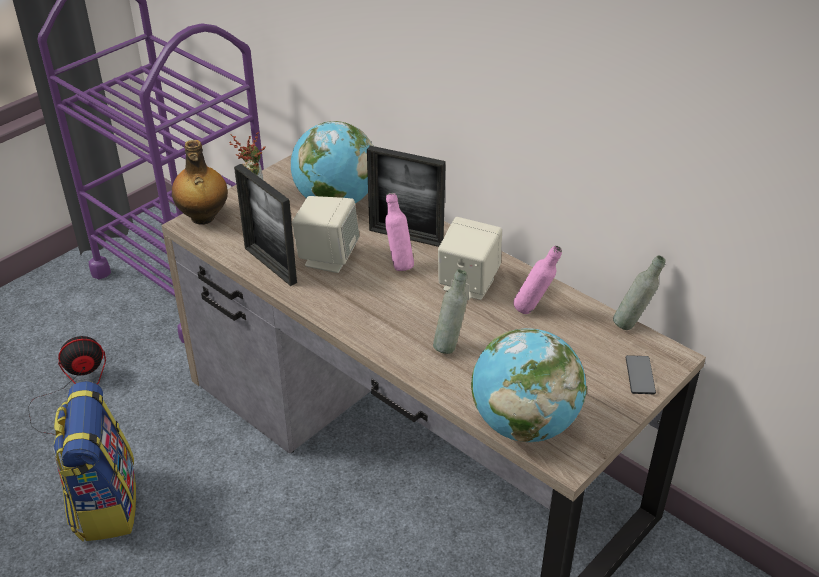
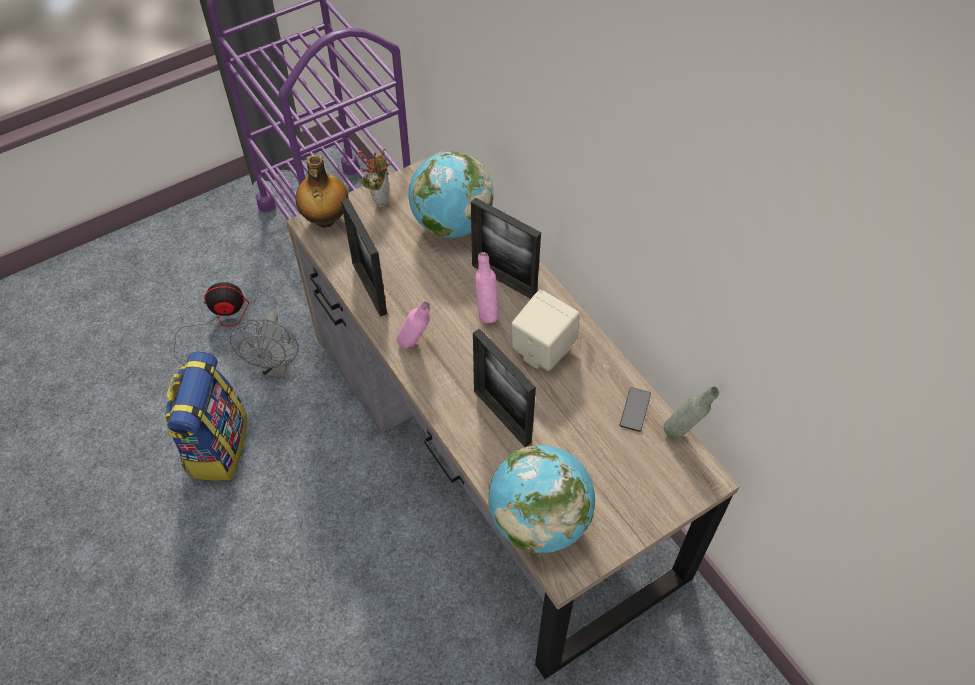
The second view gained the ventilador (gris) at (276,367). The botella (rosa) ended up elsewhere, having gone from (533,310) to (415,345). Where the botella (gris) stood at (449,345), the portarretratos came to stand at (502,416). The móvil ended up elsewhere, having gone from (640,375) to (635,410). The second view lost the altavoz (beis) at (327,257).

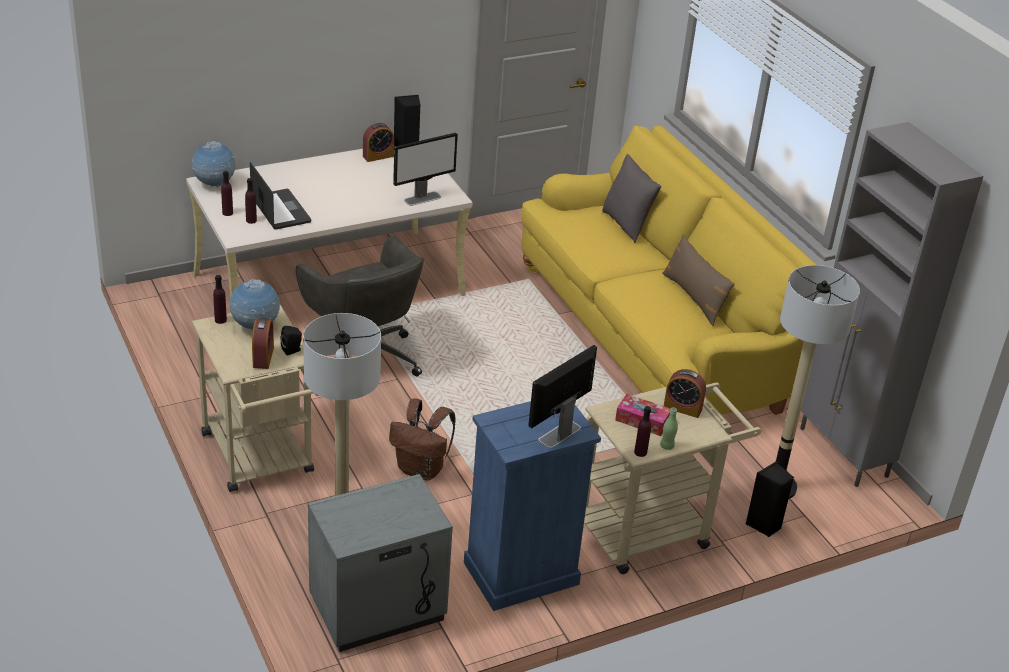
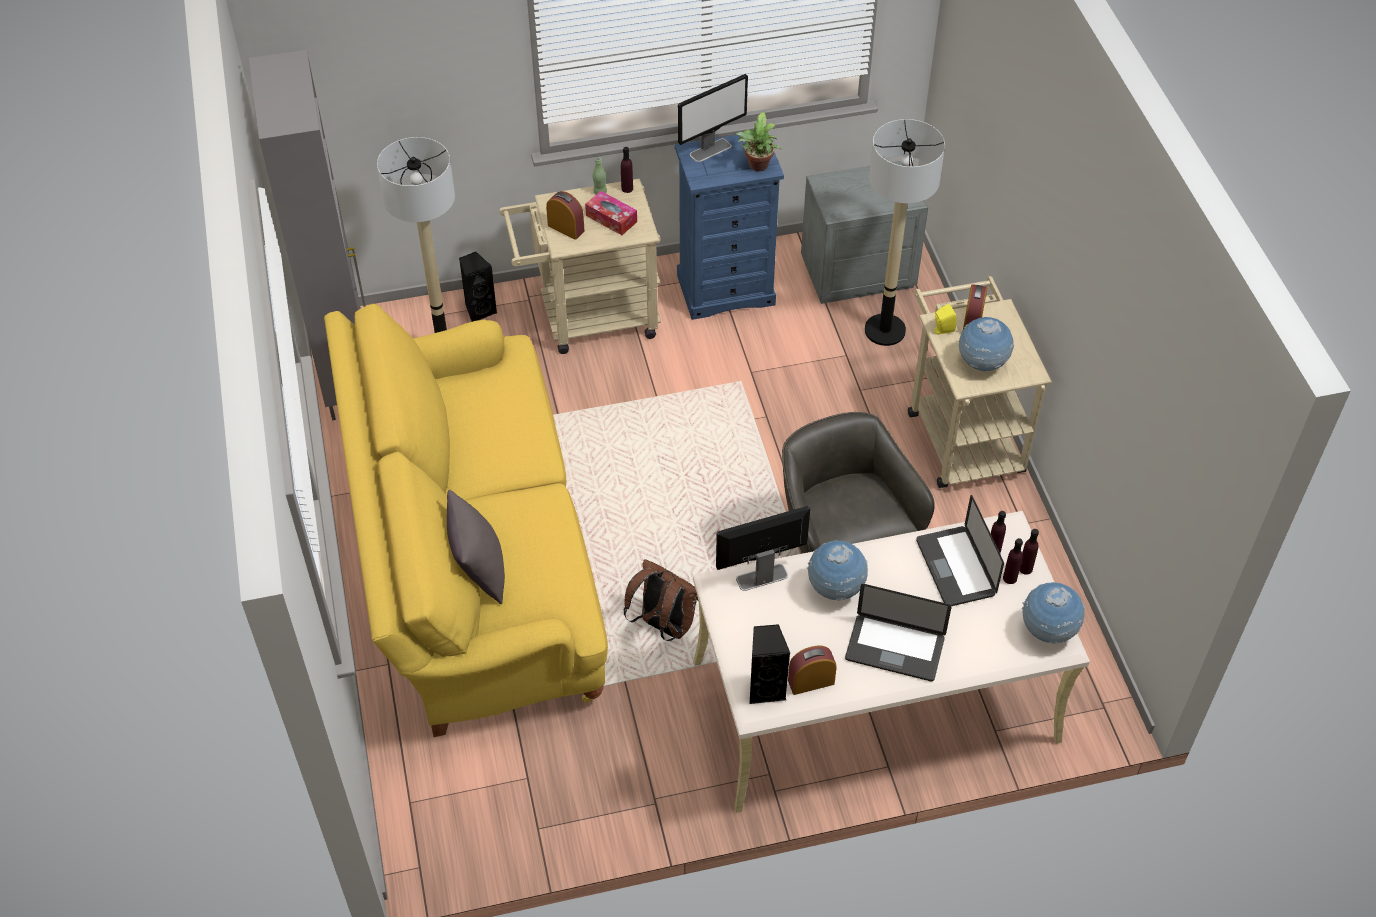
The mochila (marrón) ended up elsewhere, having gone from (422,469) to (664,625). The second view gained the planta en maceta at (757,167). The second view gained the globo terráqueo at (835,589). The second view gained the portátil at (894,649). What was the altavoz (negro) at (292,350) turned into the altavoz (amarillo) at (942,330). The botella (morado) ended up elsewhere, having gone from (220,320) to (1010,578). The second view lost the cojín (marrón) at (694,297).

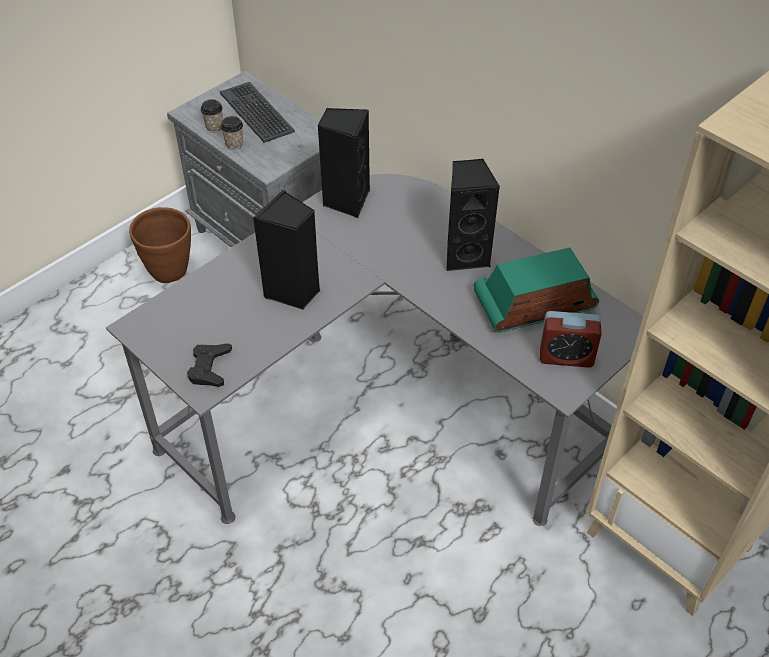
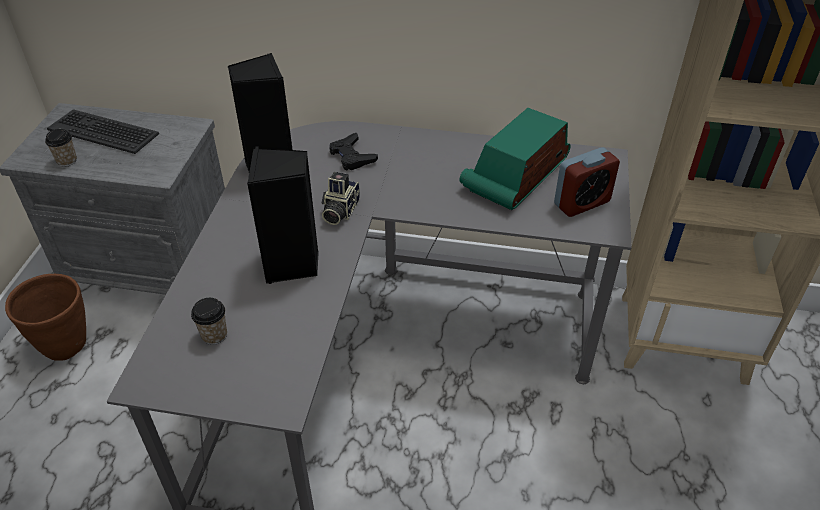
The taza ended up elsewhere, having gone from (234,144) to (214,335). The second view gained the cámara at (339,211). The mando de consola (negro) ended up elsewhere, having gone from (209,368) to (352,156). The second view lost the altavoz (negro) at (465,255).

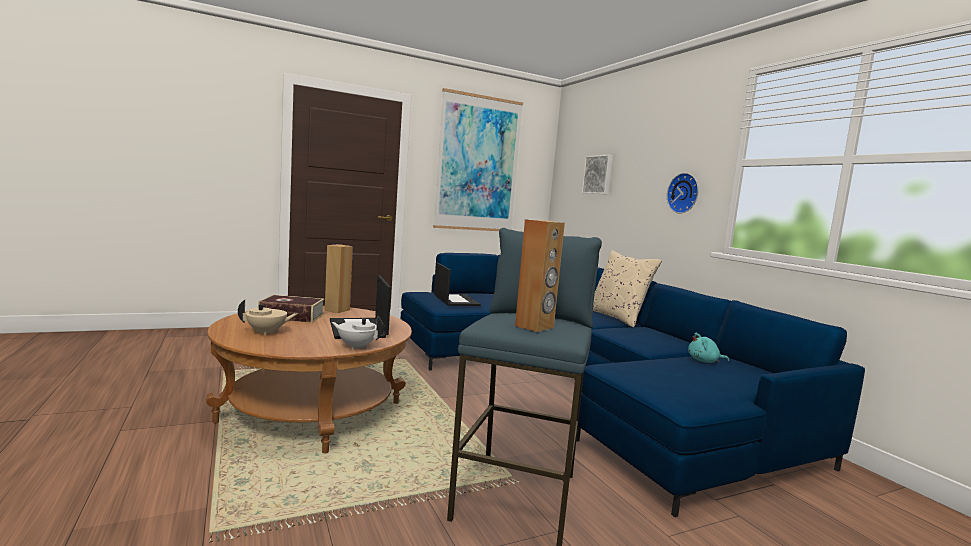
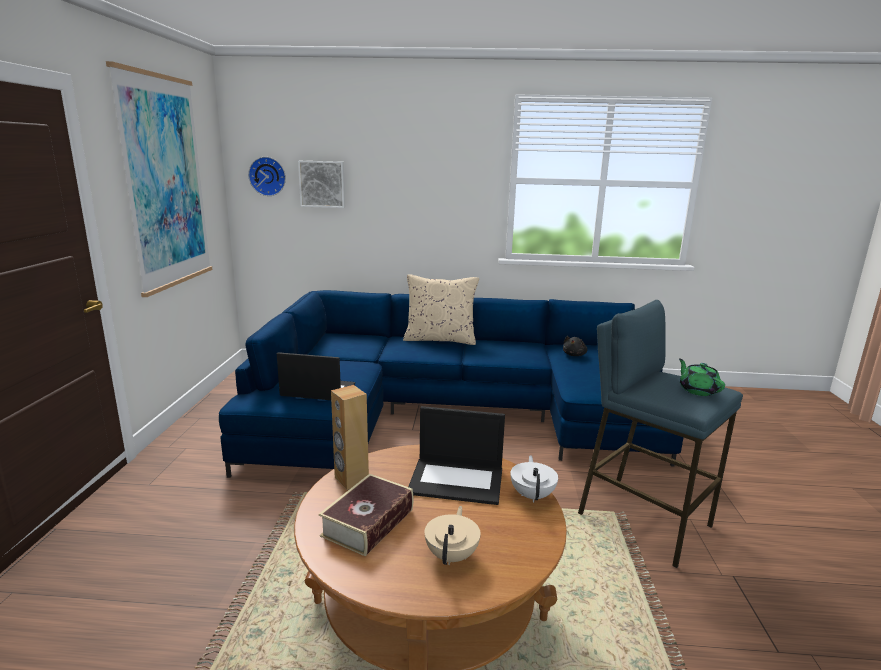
The reloj de pared ended up elsewhere, having gone from (684,193) to (268,176). The tetera (blanco) at (356,346) ended up facing another way, 135 degrees clockwise from before. What was the peluche (turquesa) at (704,361) turned into the peluche (negro) at (574,355). Where the altavoz (marrón) stood at (534,327), the tetera (verde) came to stand at (698,390).

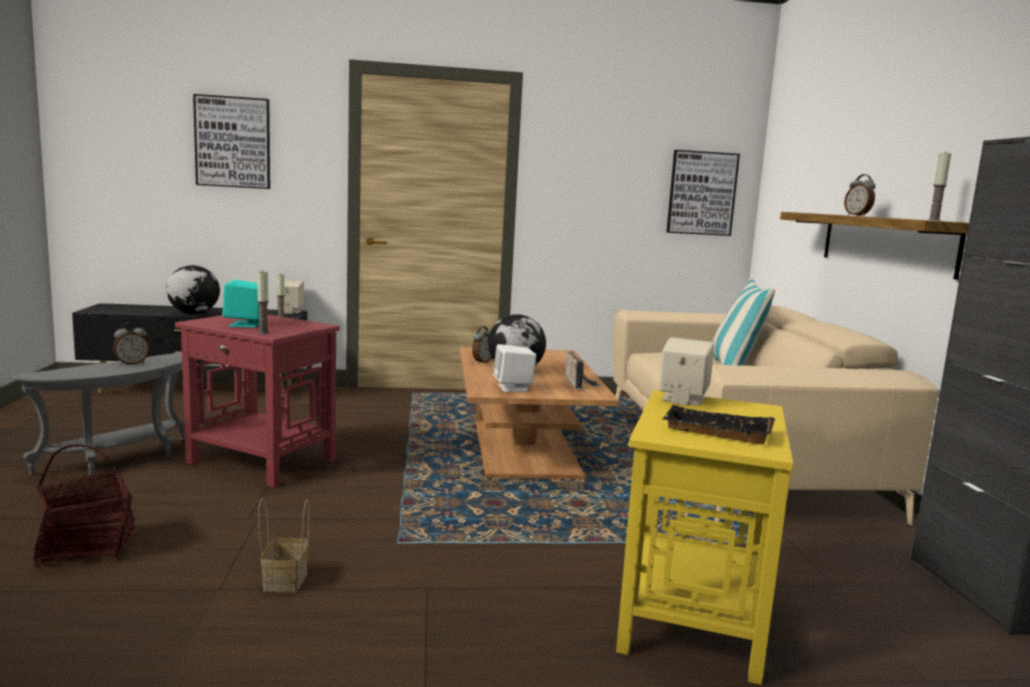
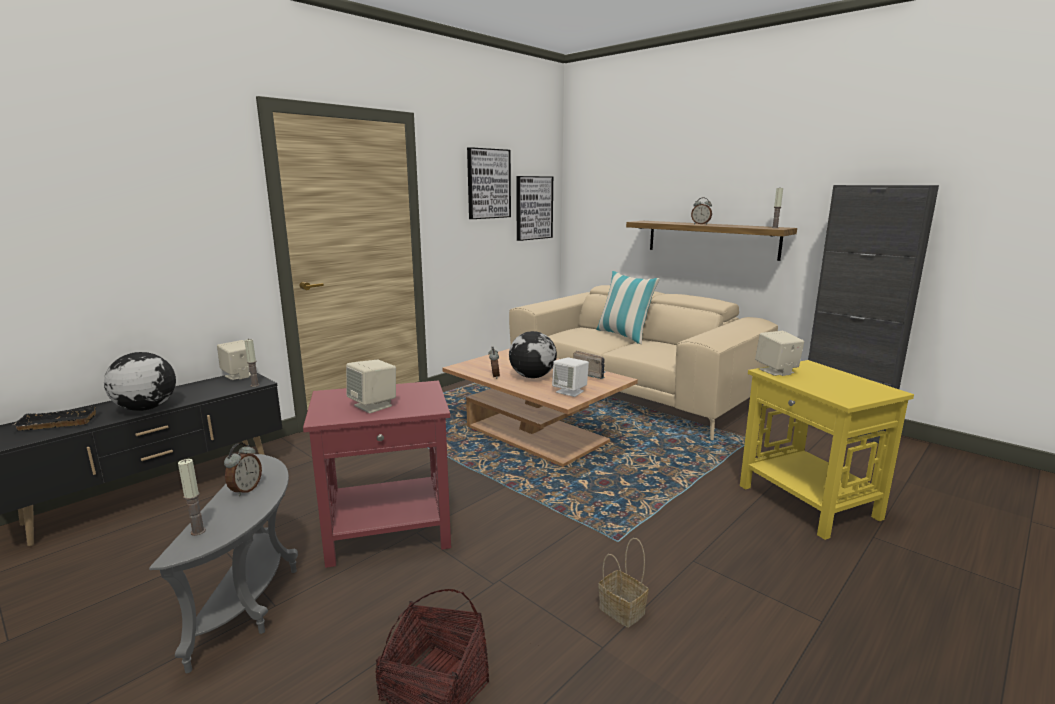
The bandeja (negro) ended up elsewhere, having gone from (715,432) to (56,424). The vela ended up elsewhere, having gone from (263,333) to (198,531). What was the altavoz (turquesa) at (246,324) turned into the altavoz (beis) at (373,405). The cuadro ended up elsewhere, having gone from (233,142) to (488,184).

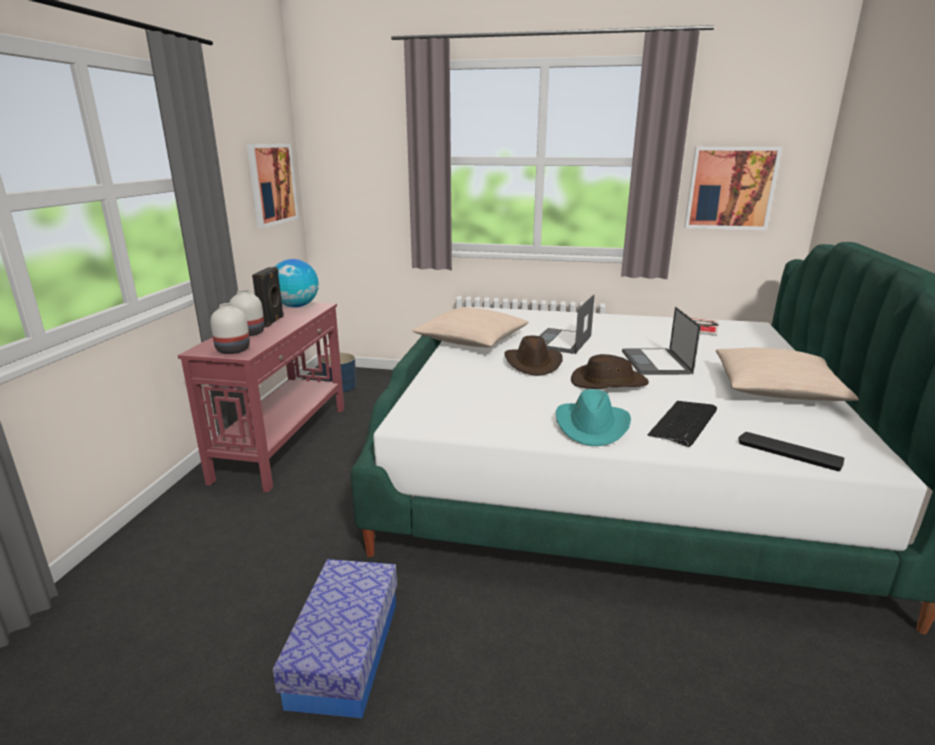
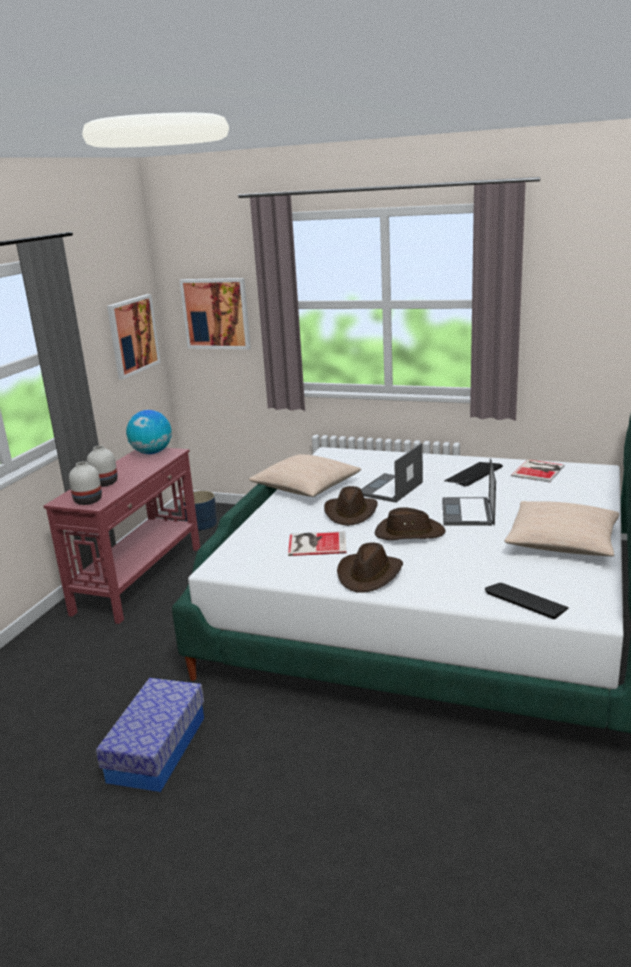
The cuadro ended up elsewhere, having gone from (730,188) to (216,313). The second view gained the libro at (315,543). What was the sombrero (turquesa) at (592,426) turned into the sombrero (marrón) at (369,574). The teclado ended up elsewhere, having gone from (684,423) to (474,474). The second view lost the altavoz (negro) at (272,321).

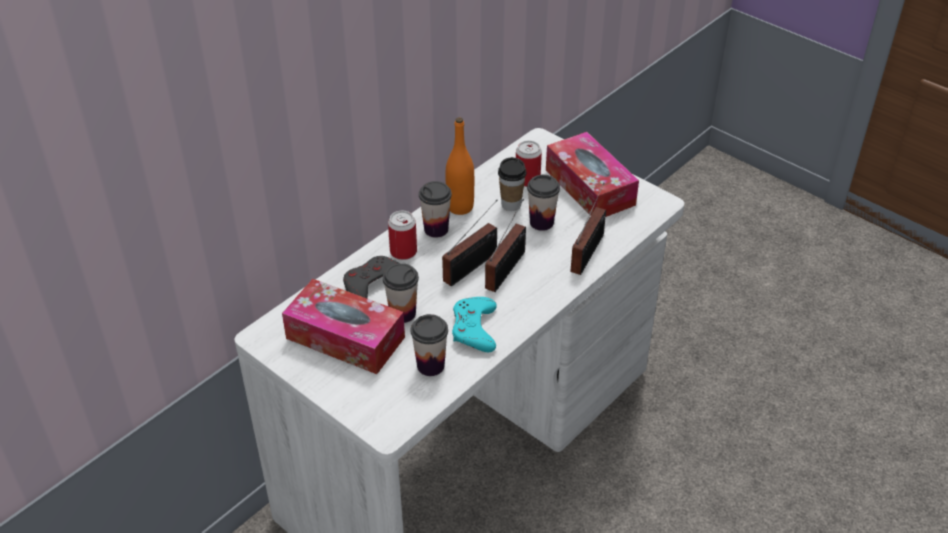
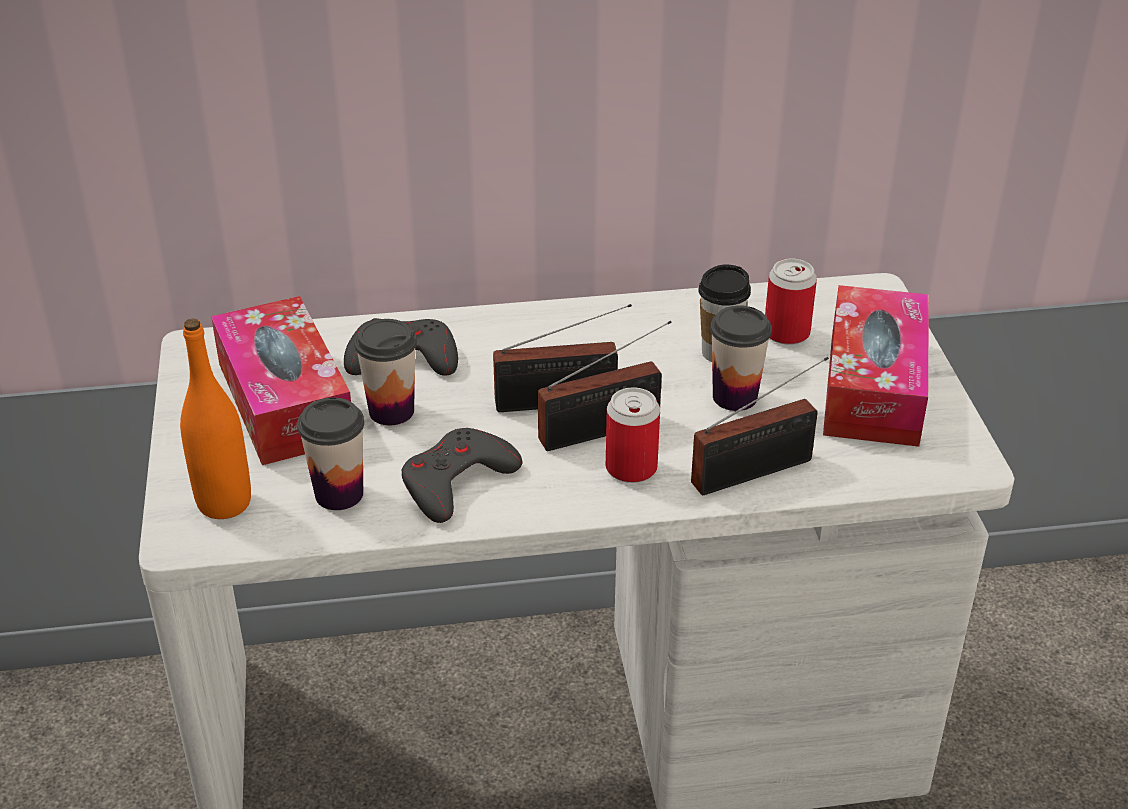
The botella (naranja) ended up elsewhere, having gone from (460,207) to (224,503). What was the mando de consola (turquesa) at (474,329) turned into the mando de consola (gris) at (456,482). The lata ended up elsewhere, having gone from (403,251) to (631,468). The second view lost the taza at (436,229).

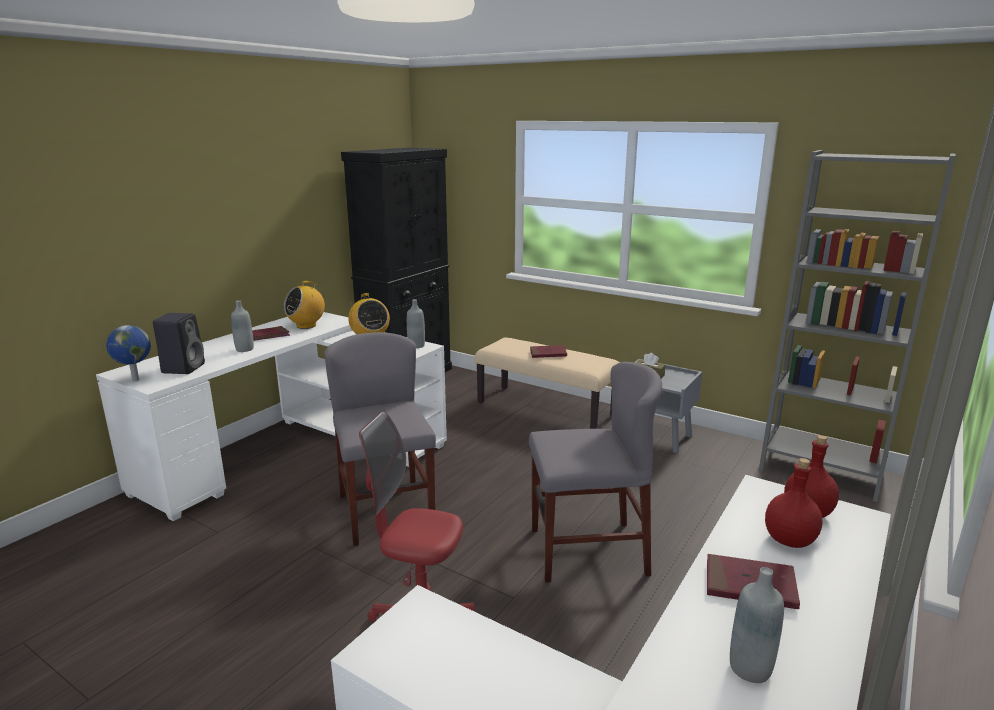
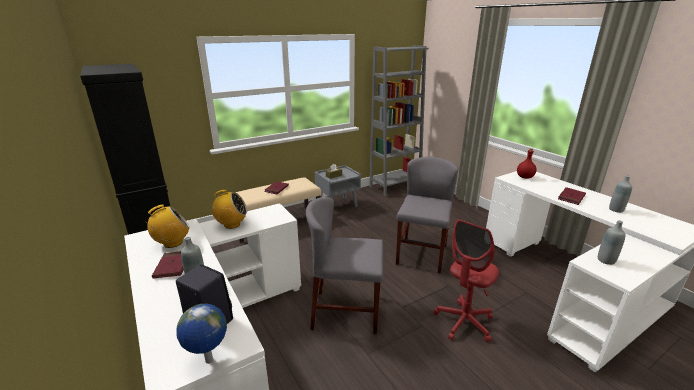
The radio at (306,325) ended up facing another way, 105 degrees counterclockwise from before. The botella (gris) ended up elsewhere, having gone from (416,345) to (606,260). The second view lost the botella (rojo) at (790,541).

